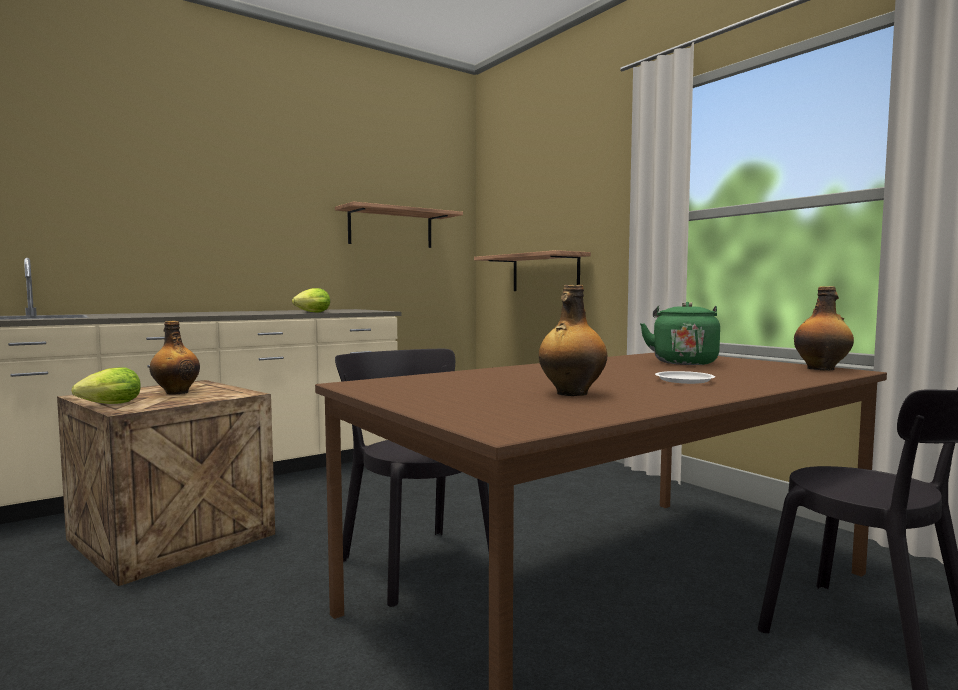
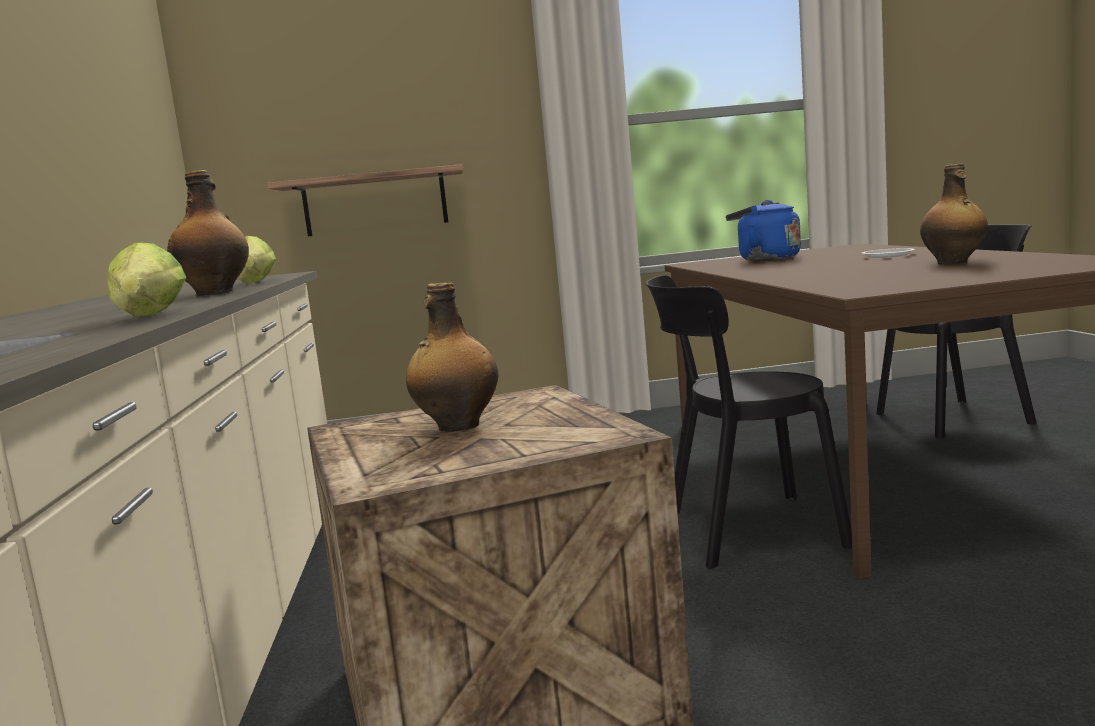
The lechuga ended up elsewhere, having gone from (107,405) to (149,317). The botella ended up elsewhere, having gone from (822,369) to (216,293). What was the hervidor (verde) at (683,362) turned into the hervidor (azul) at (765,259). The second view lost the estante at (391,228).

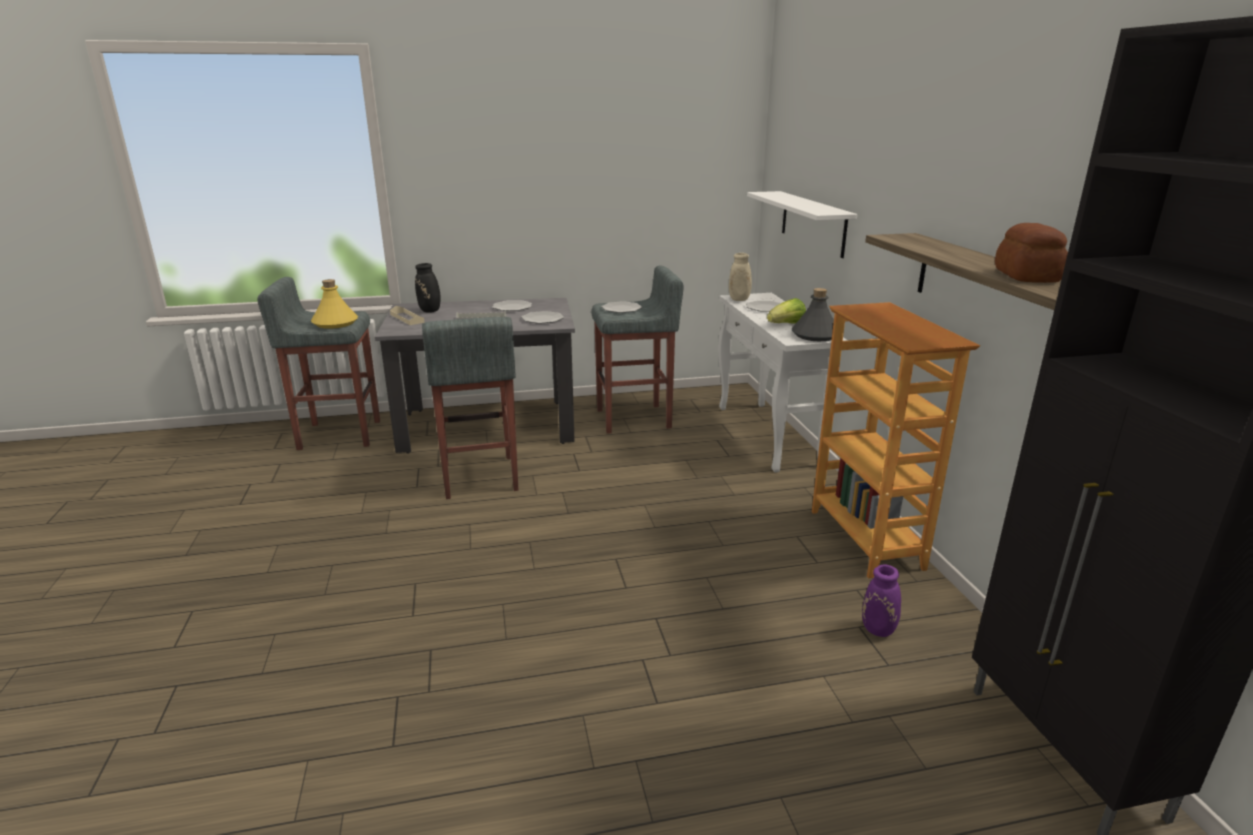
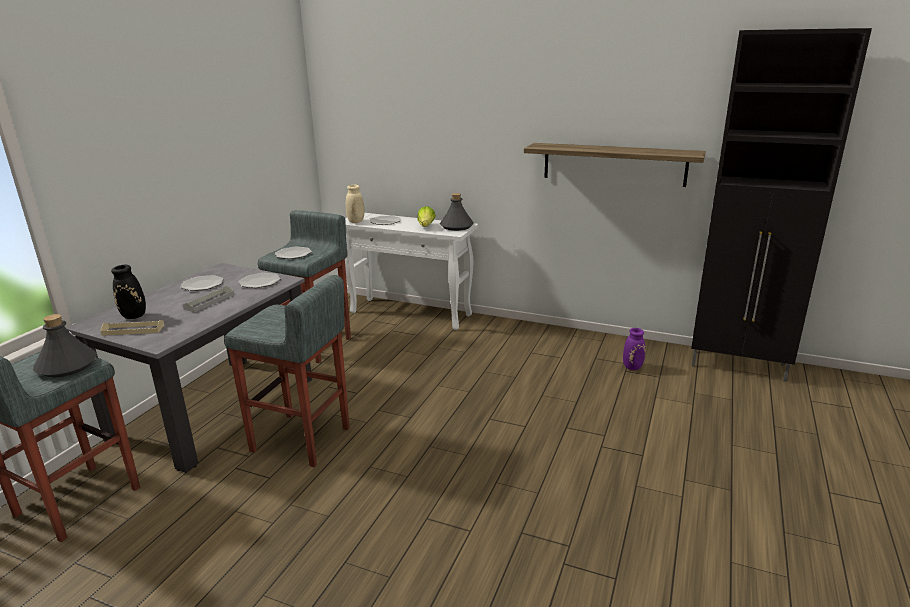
What was the botella (amarillo) at (335,323) turned into the botella (gris) at (67,366). The second view lost the estante (blanco) at (813,223). The second view lost the estantería at (867,539). The second view lost the pan at (1027,276).

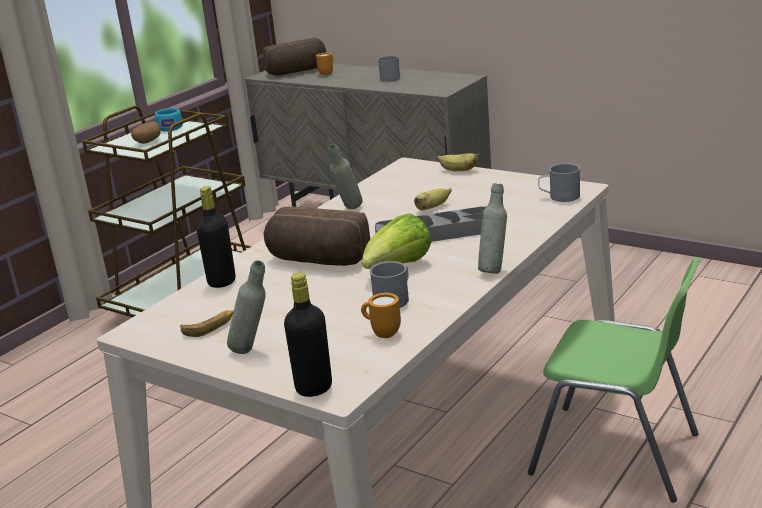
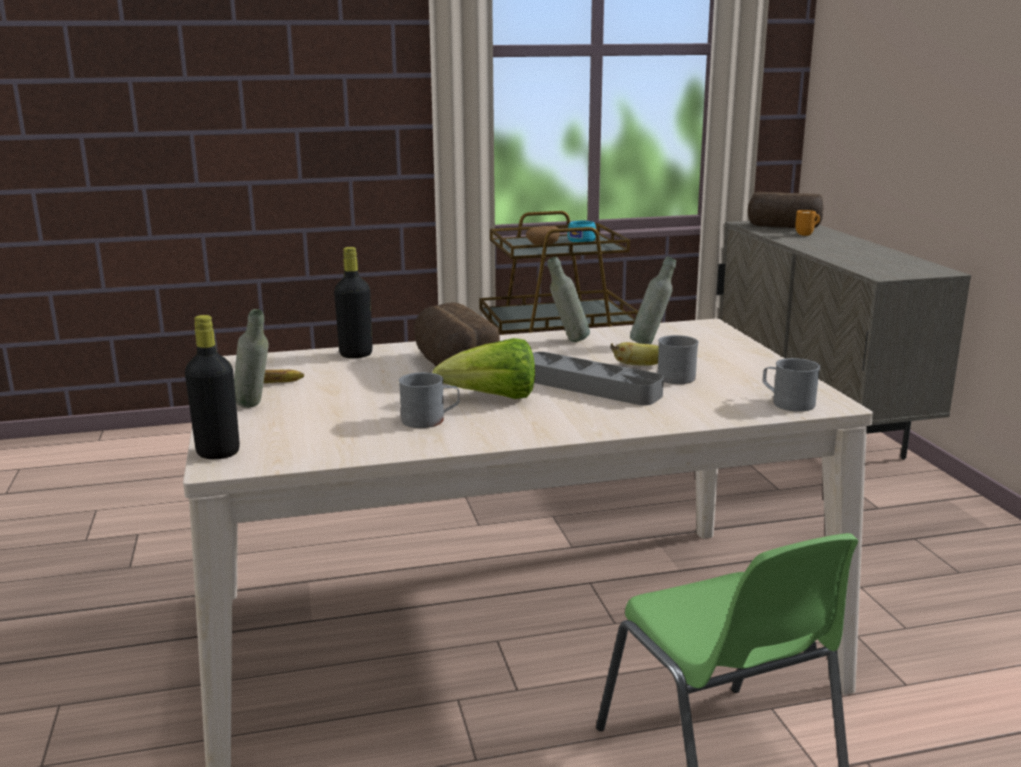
The botella (gris) ended up elsewhere, having gone from (494,270) to (651,344). The taza grande (gris) ended up elsewhere, having gone from (389,77) to (679,376). The second view lost the taza grande (naranja) at (382,333). The second view lost the plátano at (457,170).

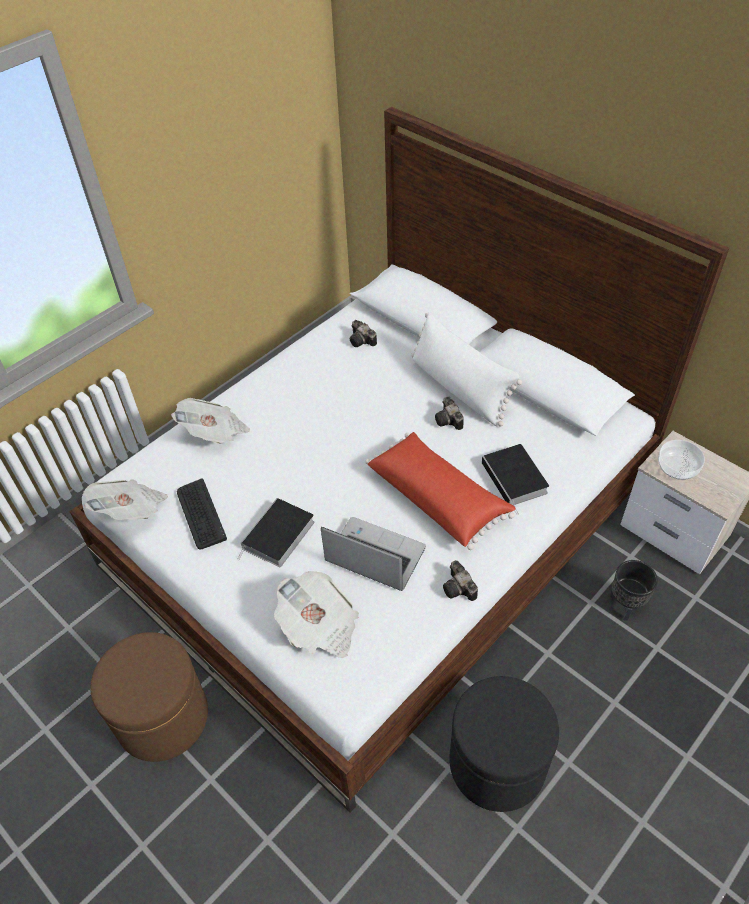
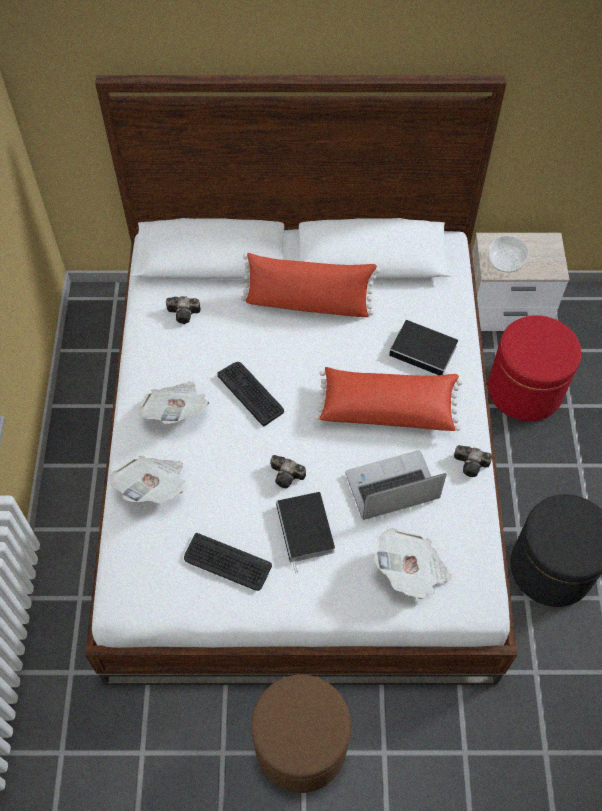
The periódico ended up elsewhere, having gone from (131,510) to (177,411). The second view gained the teclado at (251,393). What was the cojín (blanco) at (459,388) turned into the cojín (rojo) at (308,303). The cámara ended up elsewhere, having gone from (449,421) to (288,476). Where the maceta (negro) stood at (625,605), the puf (rojo) came to stand at (525,390).

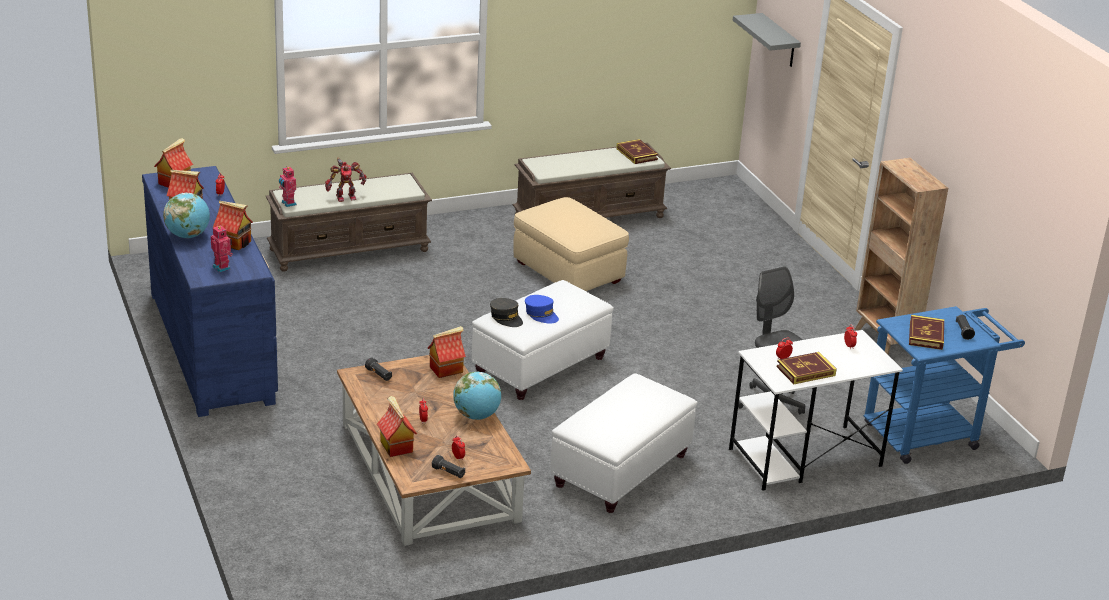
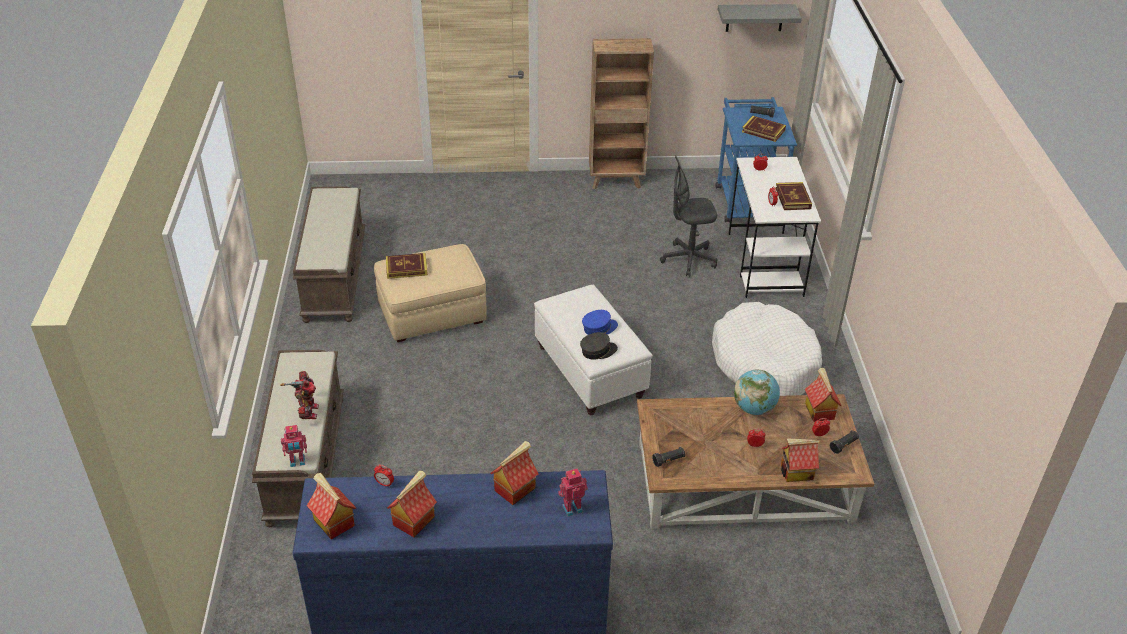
The libro ended up elsewhere, having gone from (636,154) to (406,268). Where the puf (blanco) stood at (620,471), the cama para perro (blanco) came to stand at (764,363). The estante (gris) ended up elsewhere, having gone from (779,41) to (754,17). The casita ended up elsewhere, having gone from (446,369) to (818,411). The second view lost the globo terráqueo at (188,235).

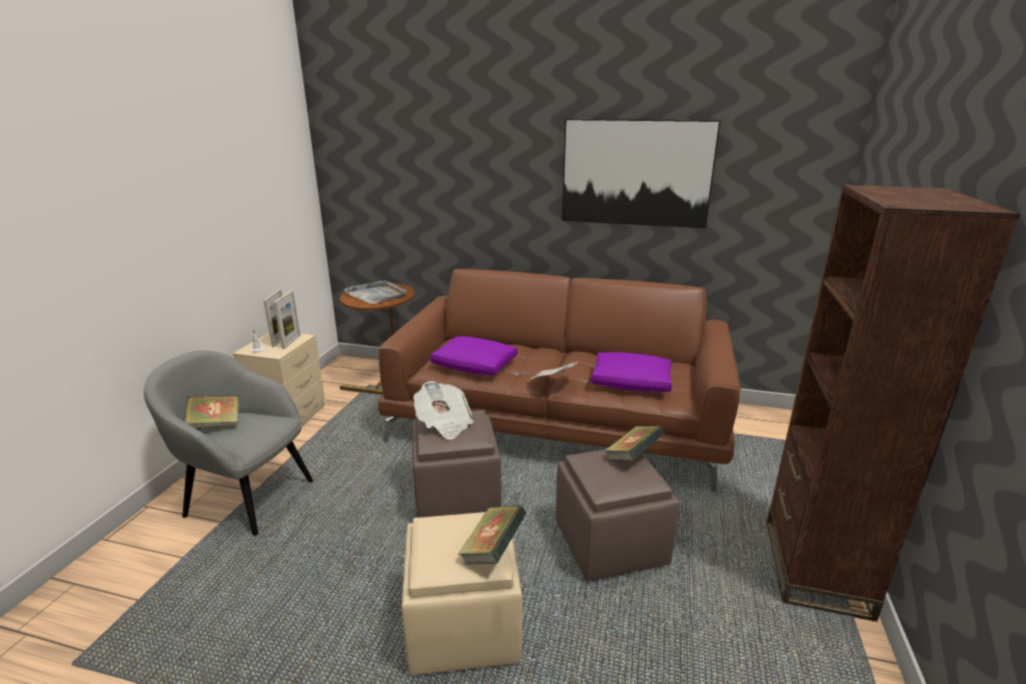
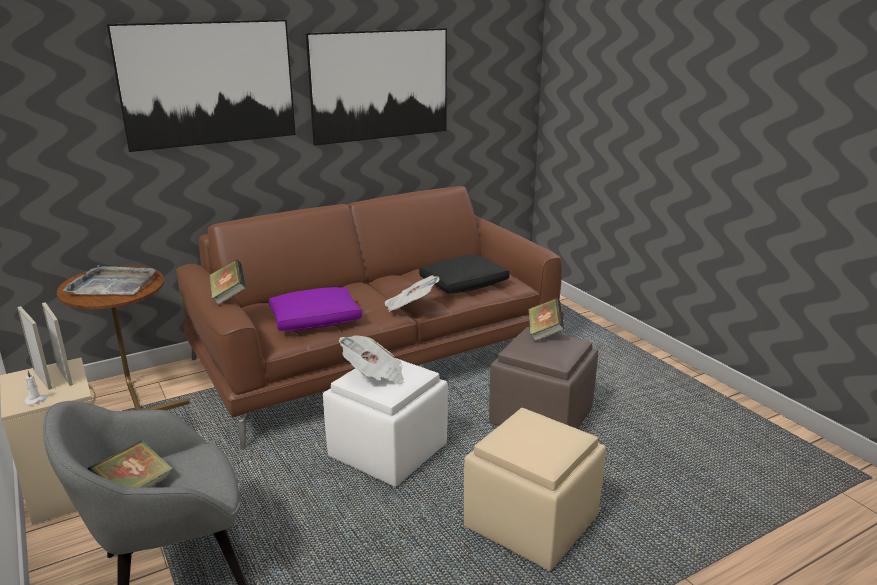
The second view gained the cuadro at (208,84). The libro ended up elsewhere, having gone from (493,550) to (229,296). What was the puf (marrón) at (457,496) turned into the puf (blanco) at (387,451). What was the cojín (morado) at (630,382) turned into the cojín (negro) at (463,285). The second view lost the estantería (marrón) at (815,567).

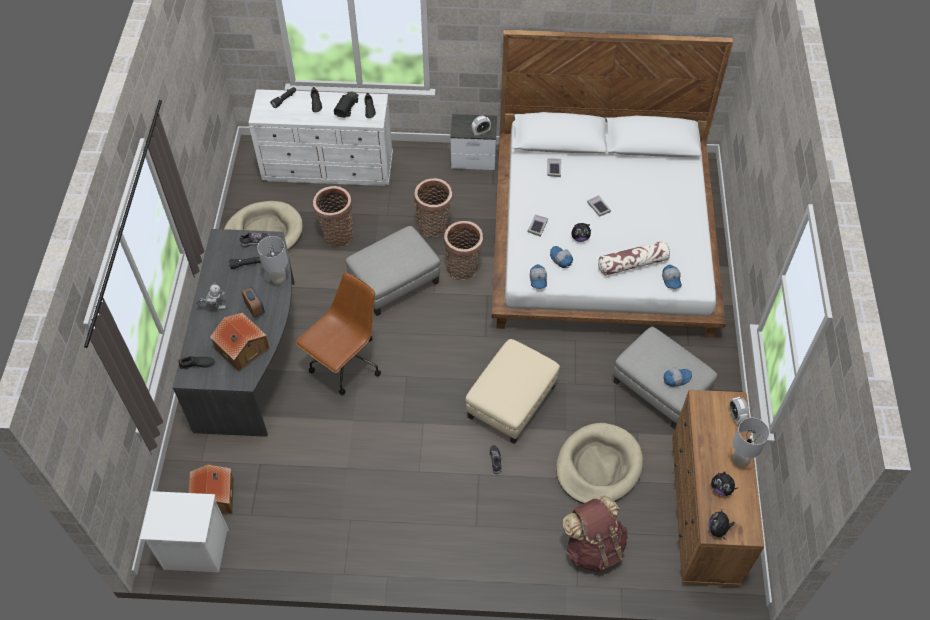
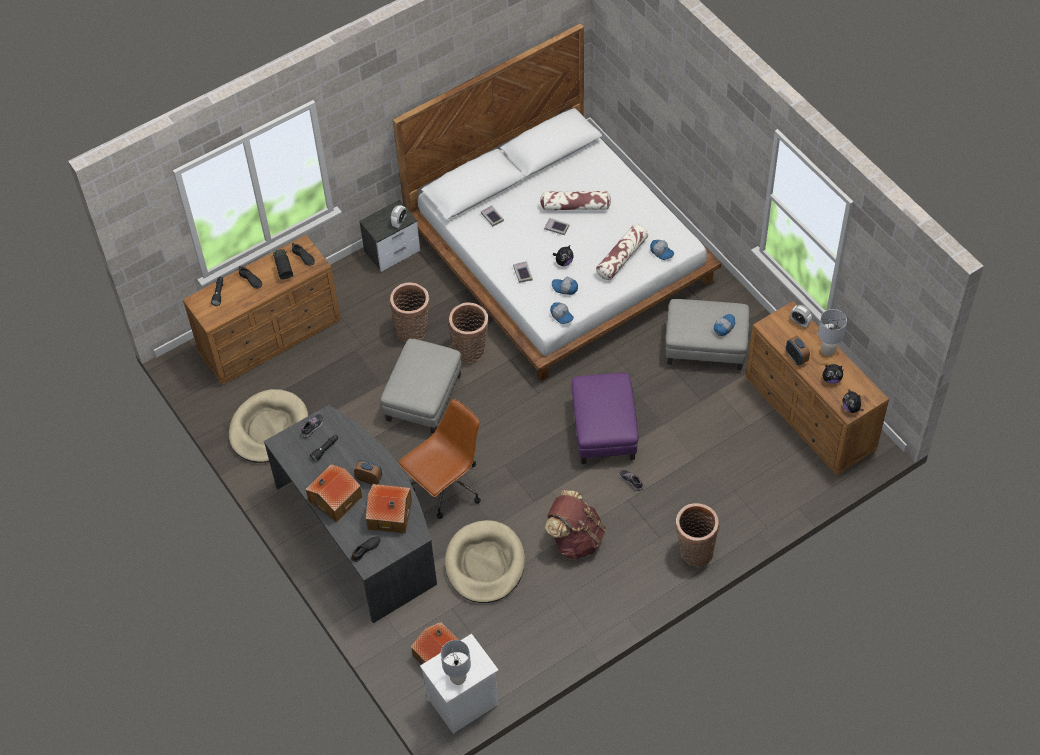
What was the cómoda (blanco) at (329,168) turned into the cómoda (marrón) at (271,337). Where the robot de juguete stood at (214,307), the casita came to stand at (334,499). The silla de oficina (marrón) at (345,364) ended up facing another way, 45 degrees clockwise from before. The lámpara de mesa (gris) ended up elsewhere, having gone from (279,280) to (458,679). The cama para perro (beis) ended up elsewhere, having gone from (598,466) to (485,564). The second view gained the cojín at (575,206). The mochila (marrón) ended up elsewhere, having gone from (593,547) to (575,539). What was the puf (beis) at (512,402) turned into the puf (morado) at (604,430). The cesta ended up elsewhere, having gone from (337,234) to (694,551). The second view gained the despertador at (796,358).

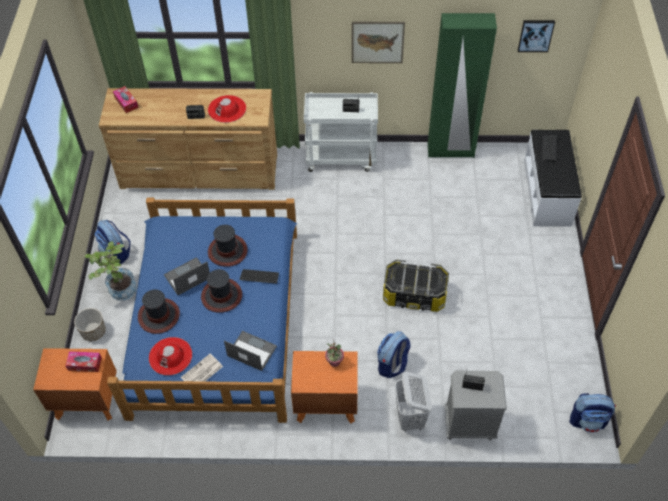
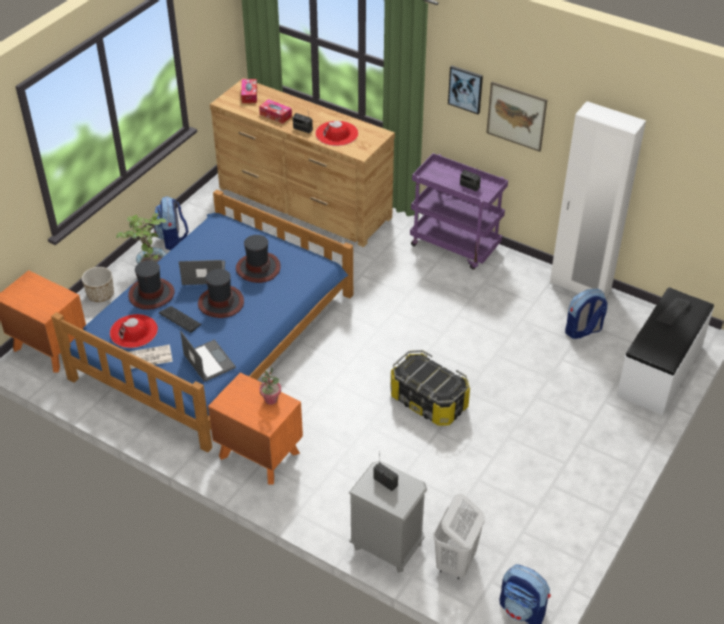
The teclado ended up elsewhere, having gone from (259,277) to (180,319). The caja de pañuelos ended up elsewhere, having gone from (85,364) to (275,115). What was the carrito (blanco) at (341,157) turned into the carrito (morado) at (455,246). The cesto de la ropa (blanco) ended up elsewhere, having gone from (410,418) to (455,563). The cuadro ended up elsewhere, having gone from (535,35) to (465,89). What was the armario ropero (verde) at (450,151) turned into the armario ropero (blanco) at (580,286). The mochila ended up elsewhere, having gone from (392,365) to (583,331).

